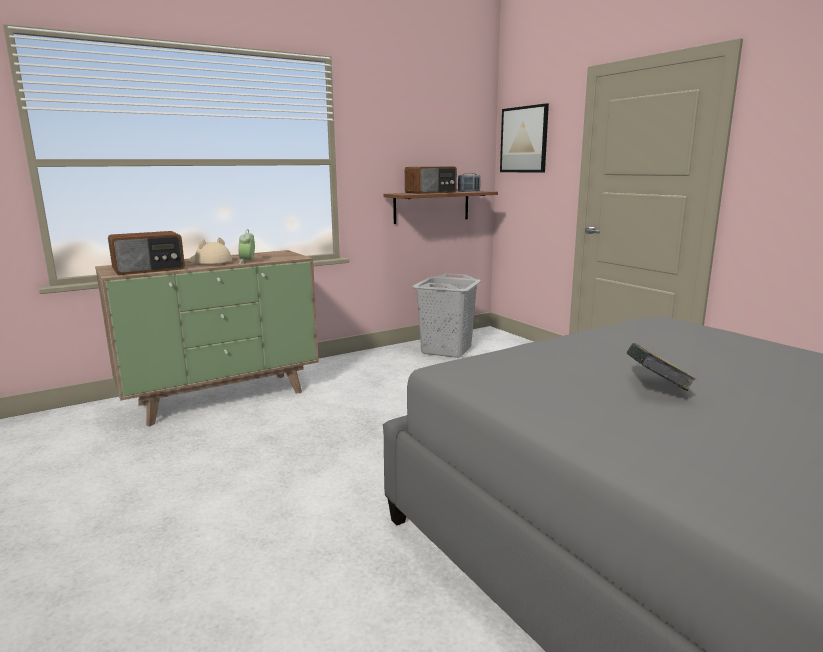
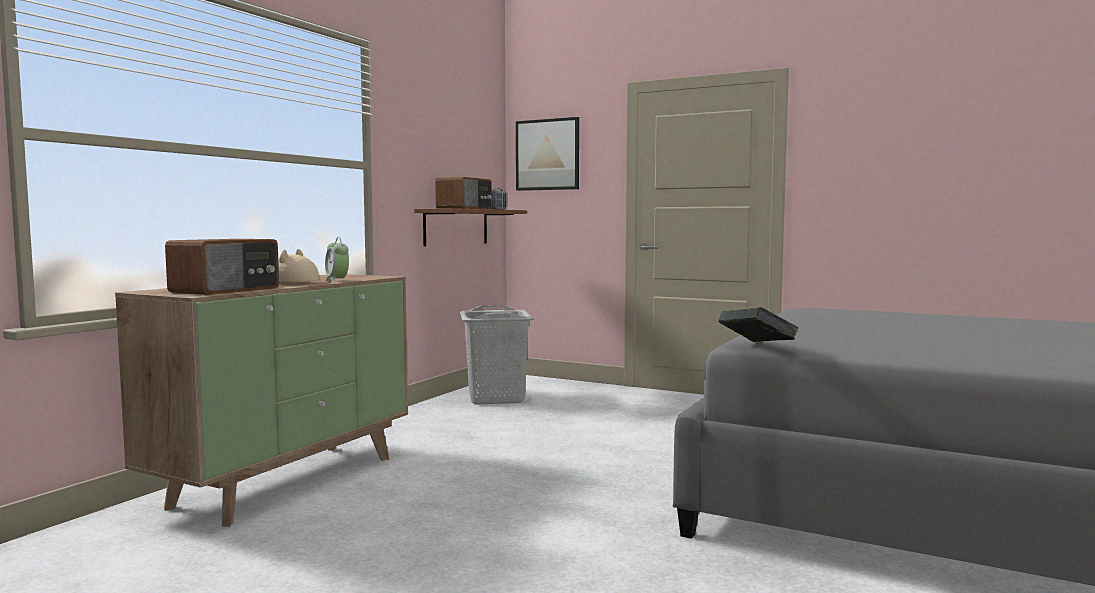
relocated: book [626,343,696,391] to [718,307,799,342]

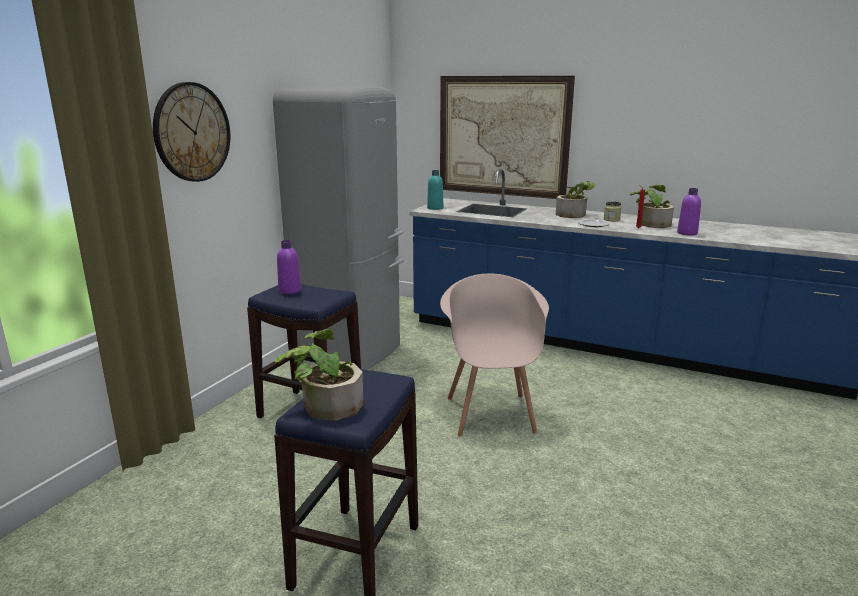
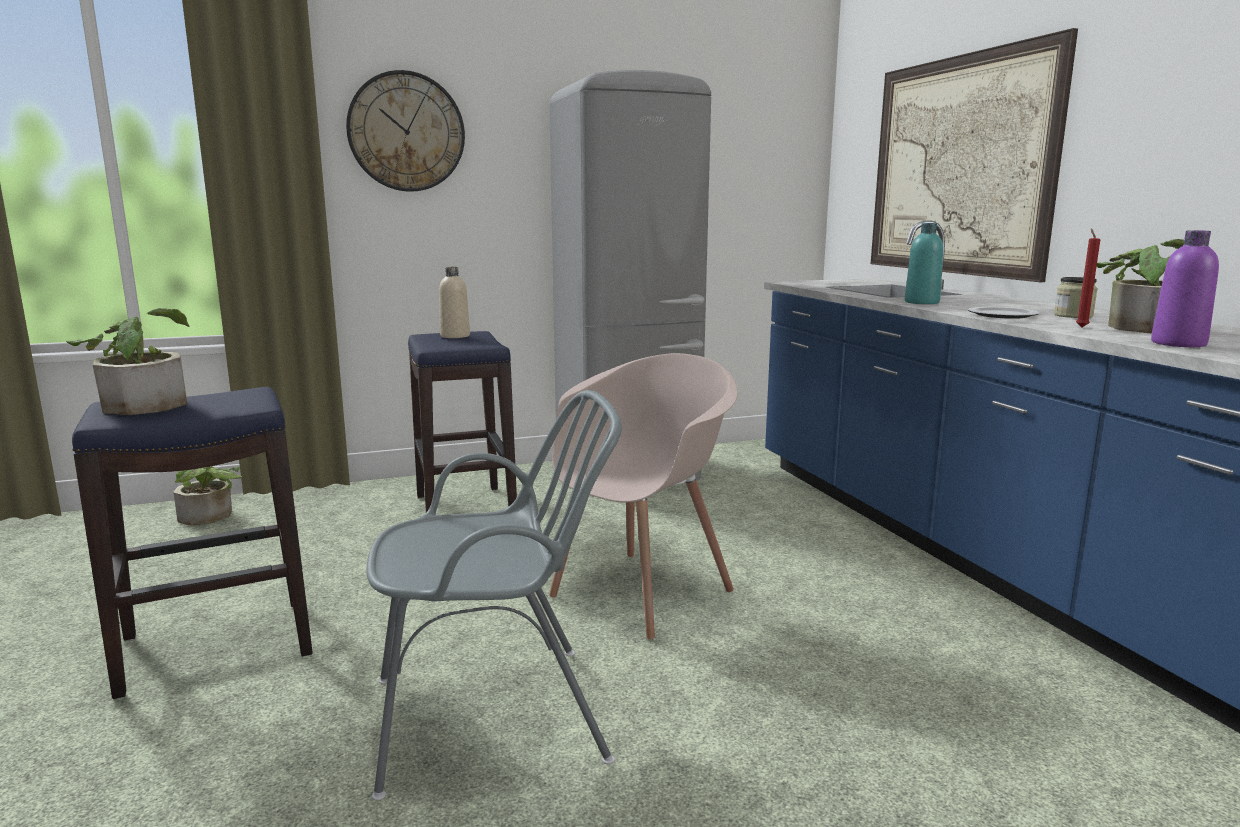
appeared: grey chair [367,390,622,801]
relocated: turquoise bottle [427,170,443,210] to [905,223,943,304]; potted plant [556,181,595,218] to [173,466,243,526]
colour: purple bottle [277,240,301,294] to beige bottle [439,267,470,338]

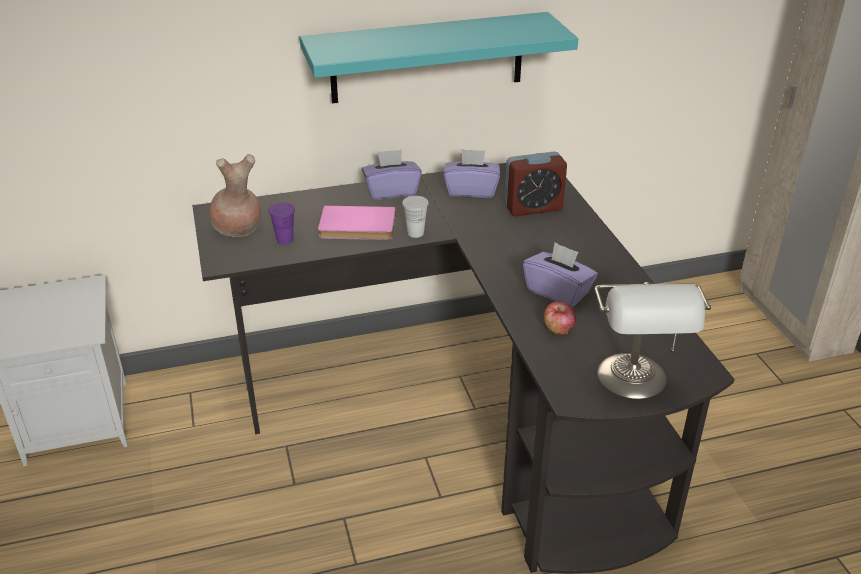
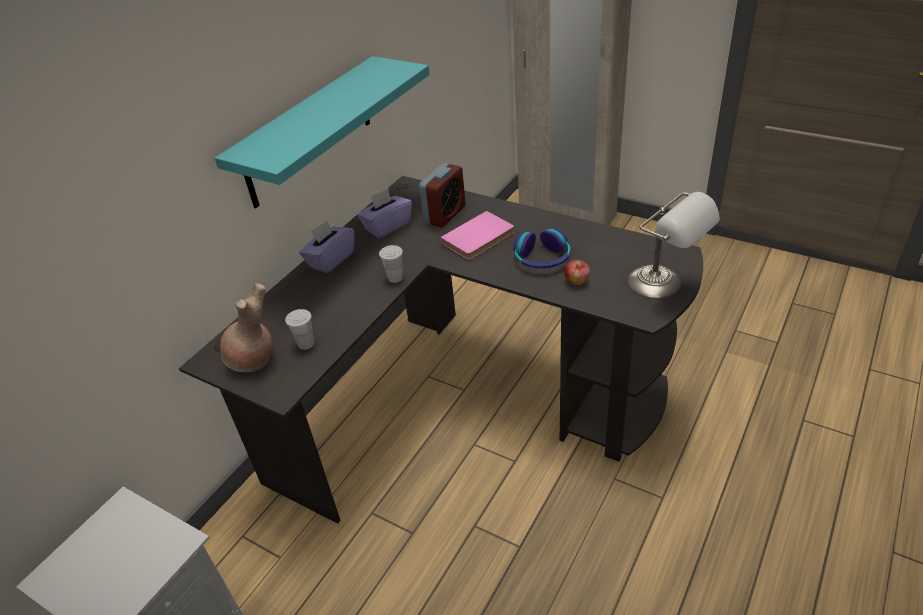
relocated: pink book [318,206,396,240] to [440,211,514,260]
exchanged: purple tissue box [523,242,598,308] to headphones [513,229,571,269]
colour: purple cup [268,202,295,245] to white cup [285,309,314,350]

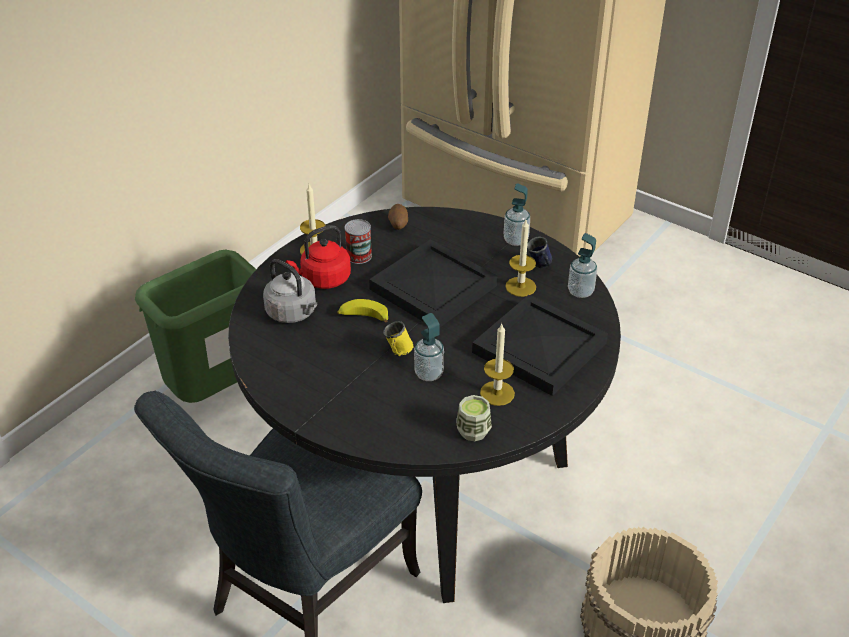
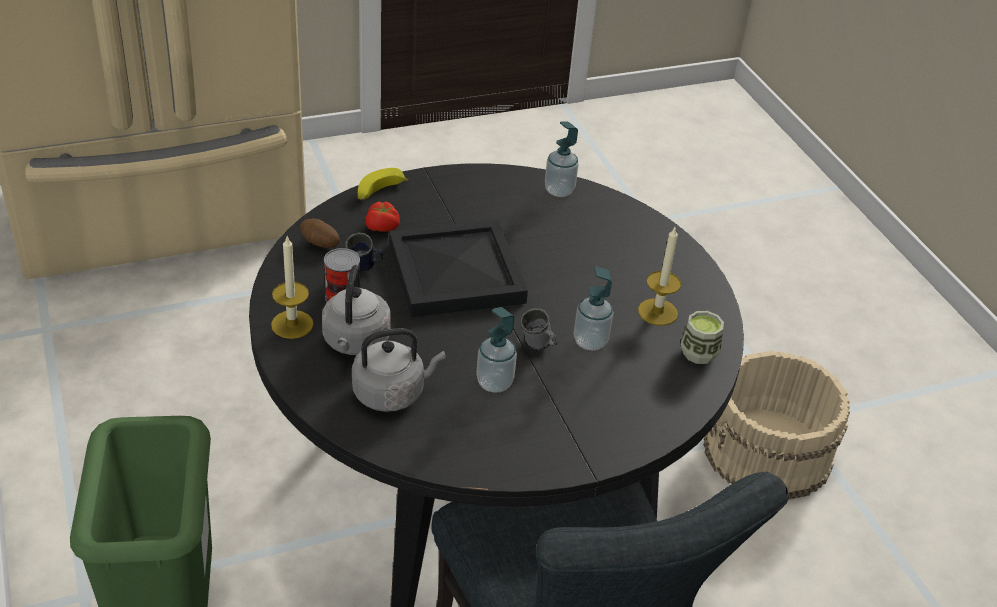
missing: candle [505,220,536,297]; black tray [472,295,608,396]
appeared: tomato [365,202,400,232]
relocated: soap dispenser [504,183,530,246] to [476,307,517,393]; blue mug [527,237,552,268] to [345,233,384,272]; banana [337,299,388,322] to [358,168,409,201]
colour: red kettle [286,225,351,289] to grey kettle [322,265,391,355]; yellow mug [383,321,413,356] to grey mug [520,308,557,350]

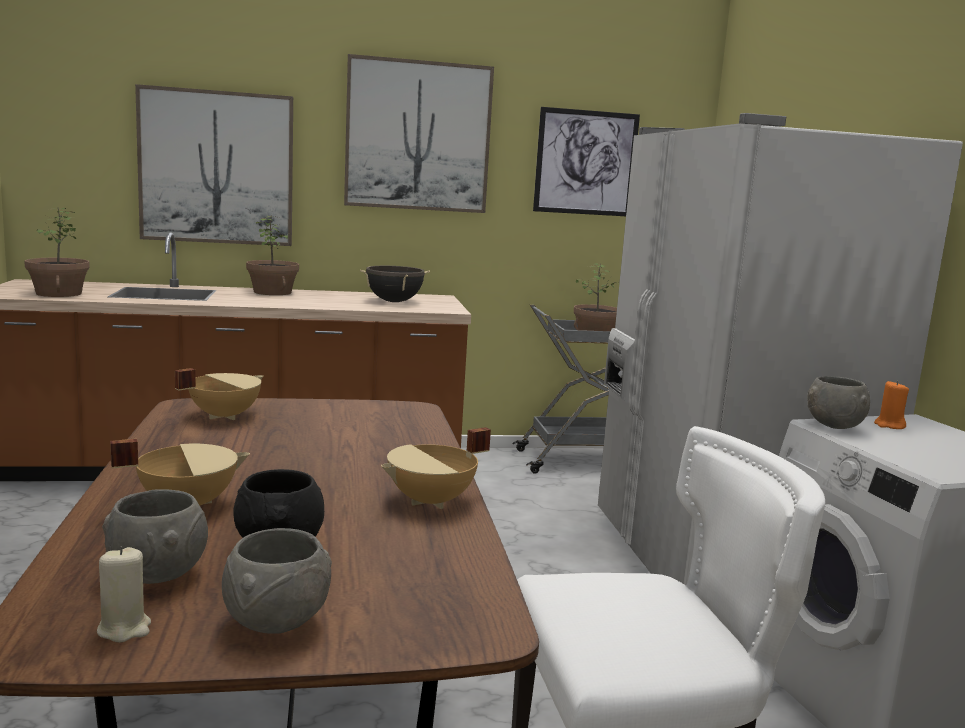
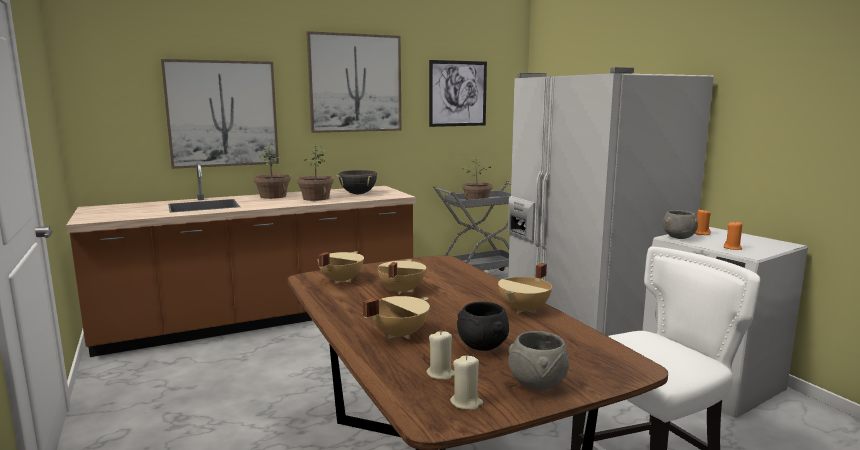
appeared: orange candle [724,221,742,250]; beige cooking pot [378,259,426,295]
relocated: potted plant [24,208,90,297] to [297,145,334,201]
exchanged: grey bowl [102,489,208,584] to beige candle [426,331,455,380]

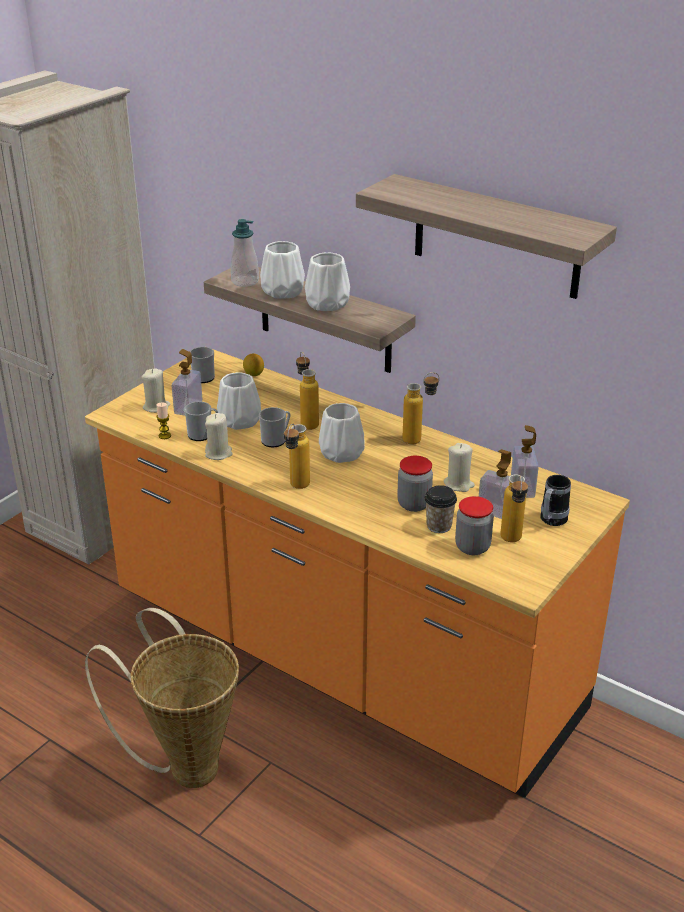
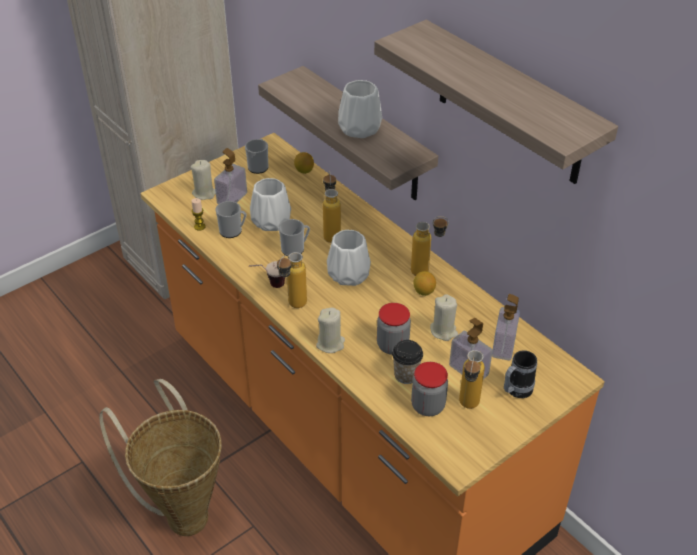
missing: soap dispenser [231,219,259,287]; white vase [260,241,305,298]
appeared: cup [249,261,285,288]; lemon [413,271,436,296]
relocated: beige candle [205,413,233,460] to [316,308,345,353]

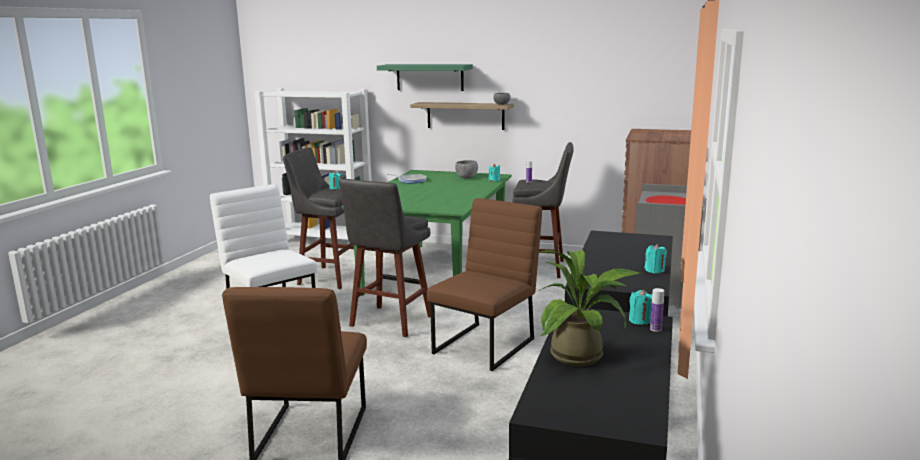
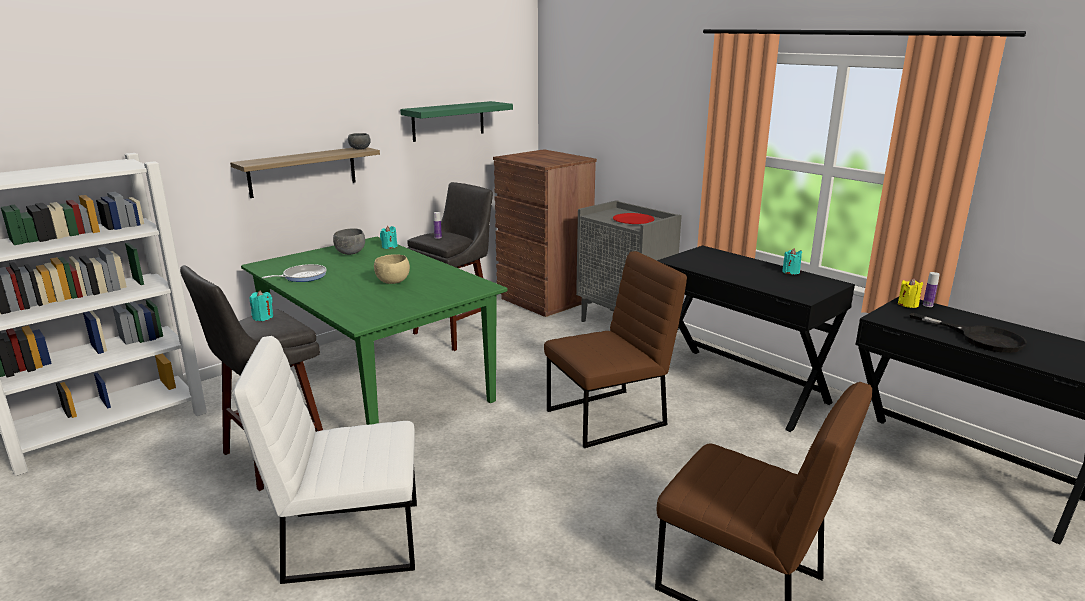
missing: grey stool [339,178,431,337]
appeared: beige bowl [374,254,410,284]
relocated: green shelf [377,64,473,91] to [400,101,513,142]
exchanged: potted plant [536,250,641,366] to black frying pan [910,313,1027,353]
colour: turquoise candle [629,290,652,325] to yellow candle [898,278,923,308]
spun: brown chair [427,198,542,371] = [544,251,687,448] 90 degrees clockwise

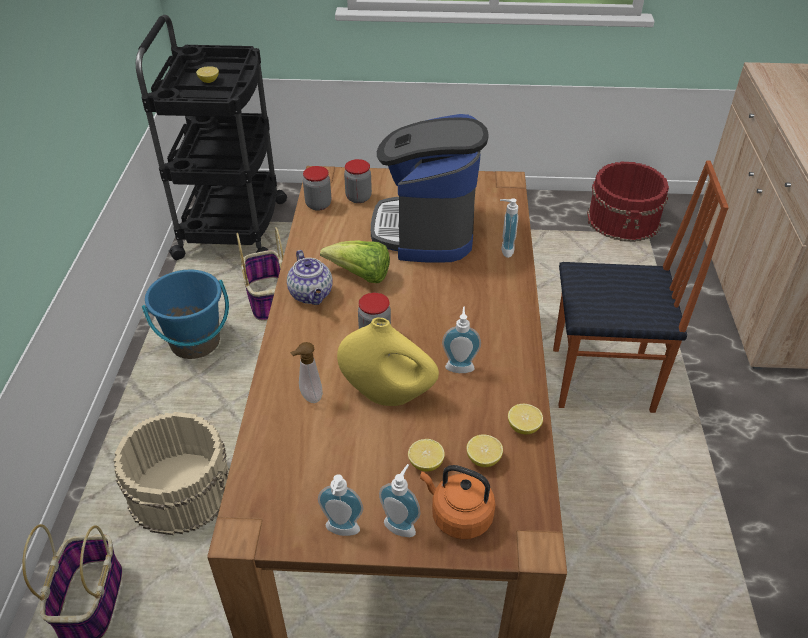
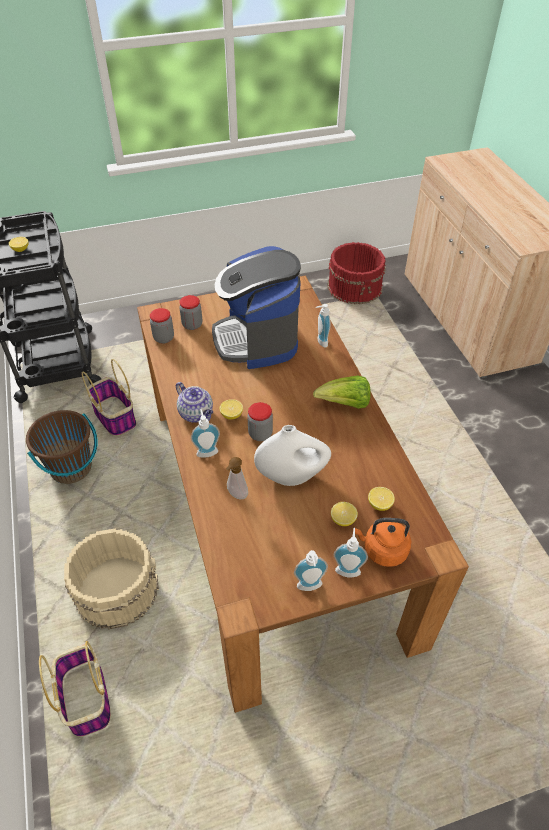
missing: chair [553,160,729,413]
relocated: lettuce [320,240,390,283] to [313,376,371,409]; soap dispenser [442,306,481,373] to [191,409,220,458]; lemon [508,404,543,434] to [220,399,243,419]
colour: blue bucket [142,269,229,359] to brown bucket [26,410,98,484]; yellow vase [337,318,439,406] to white vase [254,425,331,486]

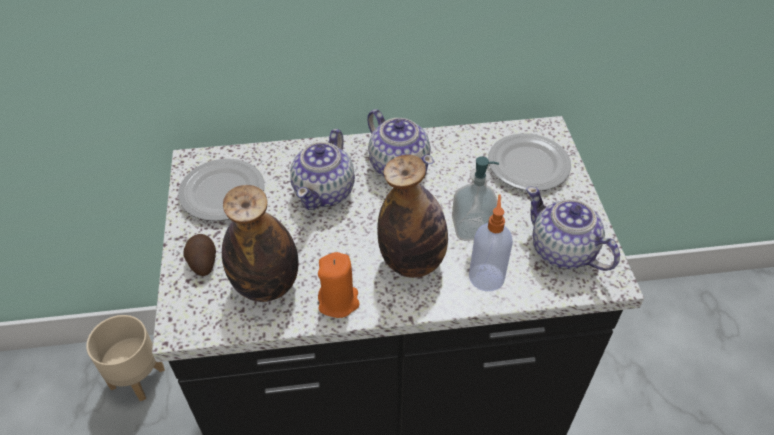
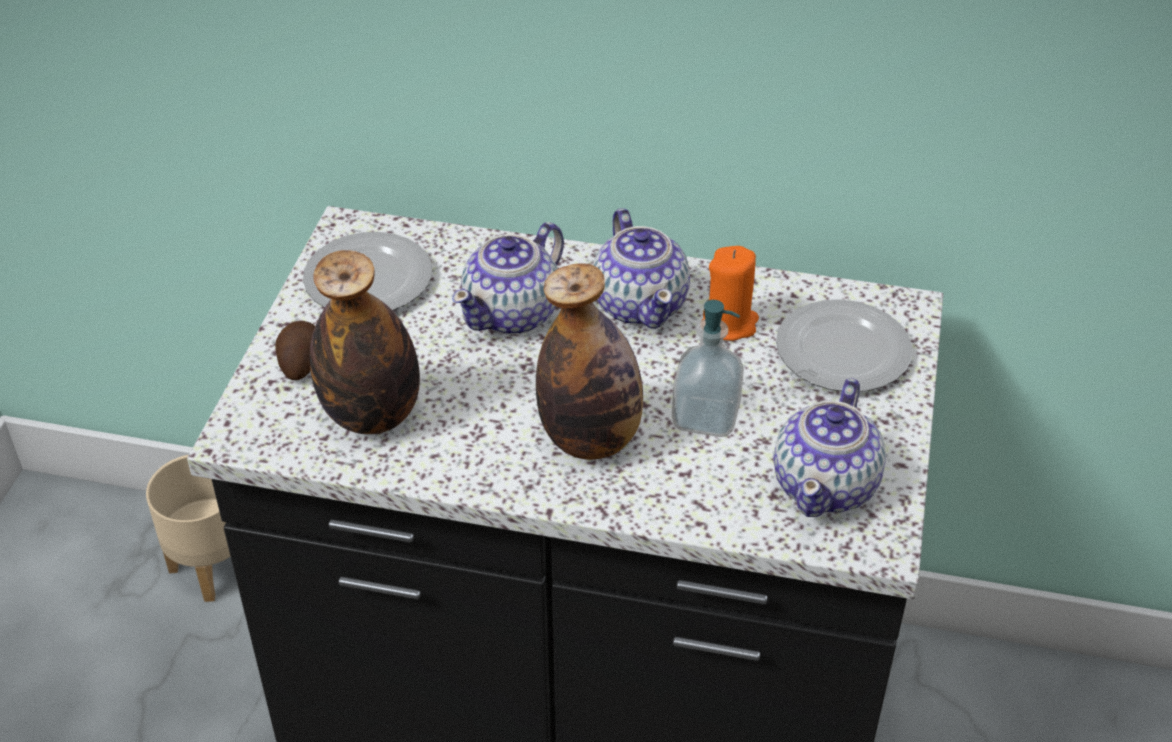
missing: soap dispenser [469,195,513,291]
relocated: orange candle [318,252,360,318] to [701,246,759,341]
spun: teapot [526,187,620,271] = [773,378,886,517] 135 degrees counterclockwise

